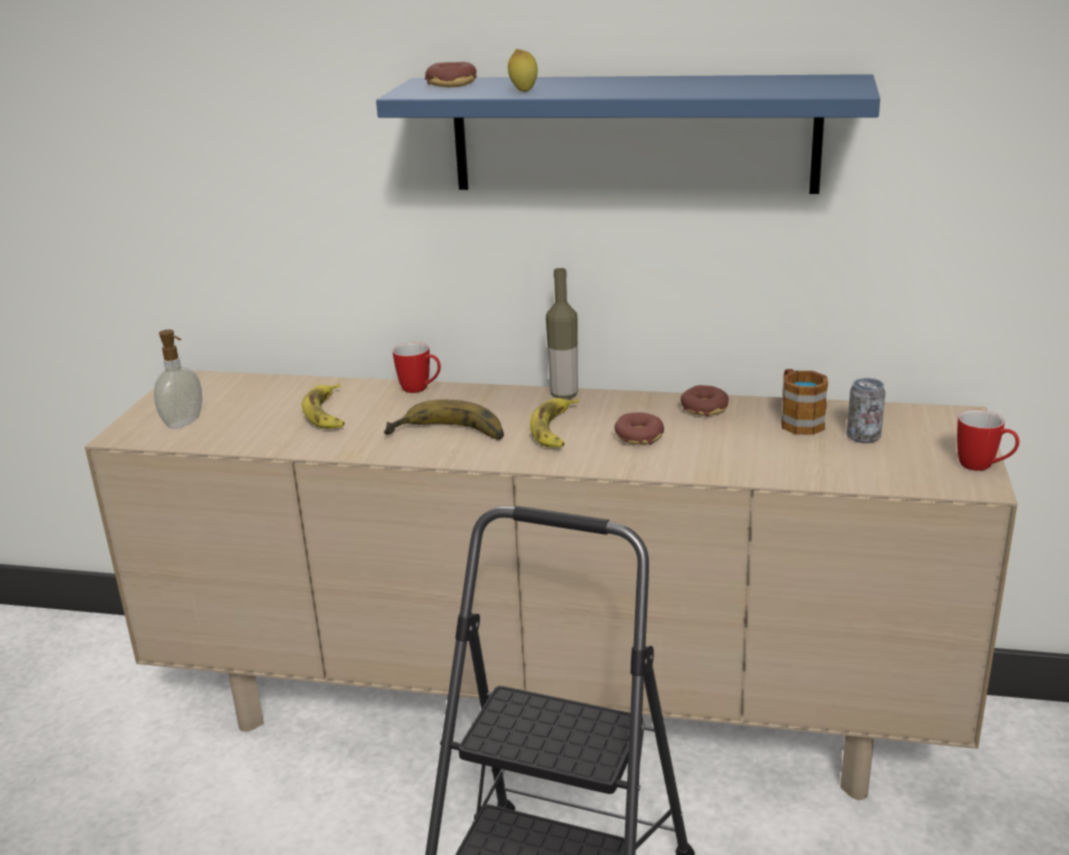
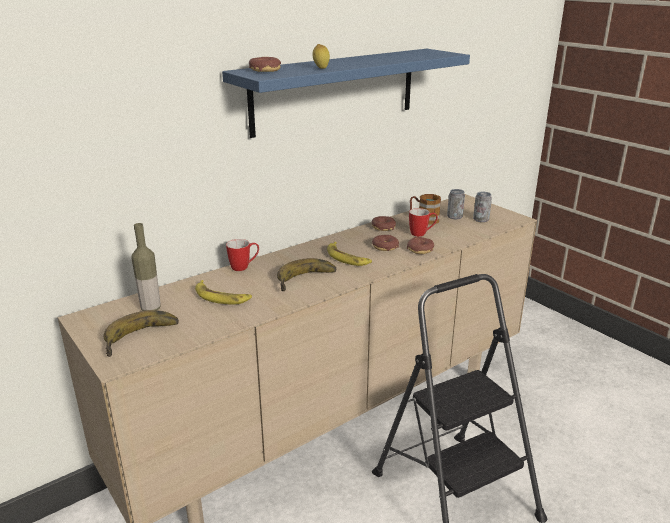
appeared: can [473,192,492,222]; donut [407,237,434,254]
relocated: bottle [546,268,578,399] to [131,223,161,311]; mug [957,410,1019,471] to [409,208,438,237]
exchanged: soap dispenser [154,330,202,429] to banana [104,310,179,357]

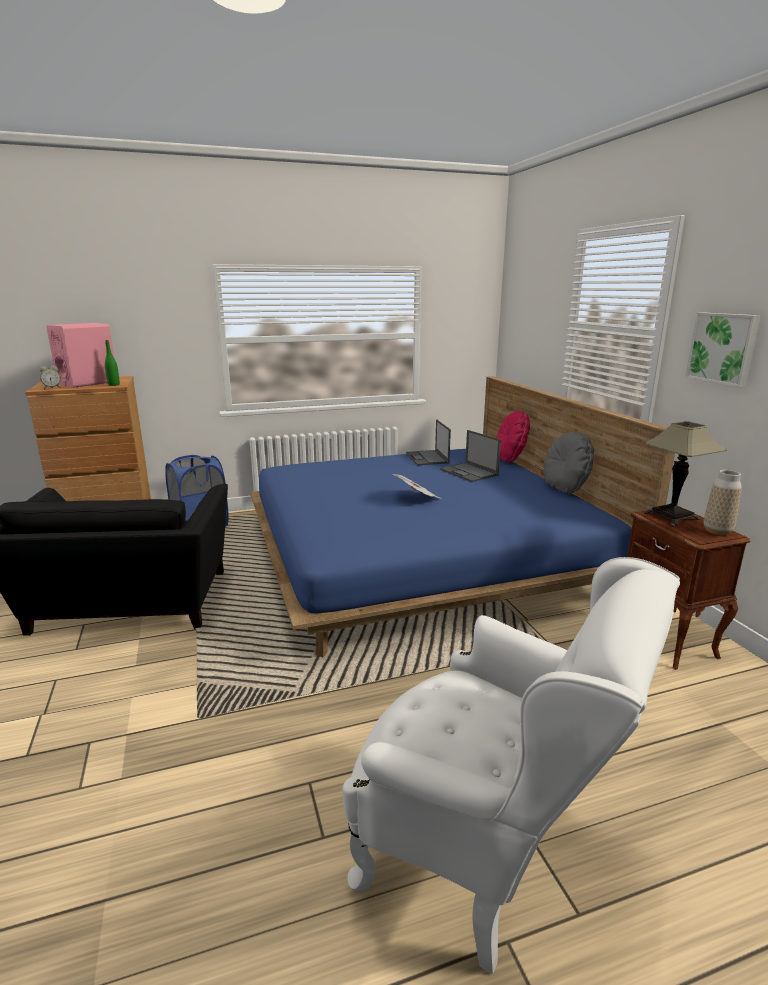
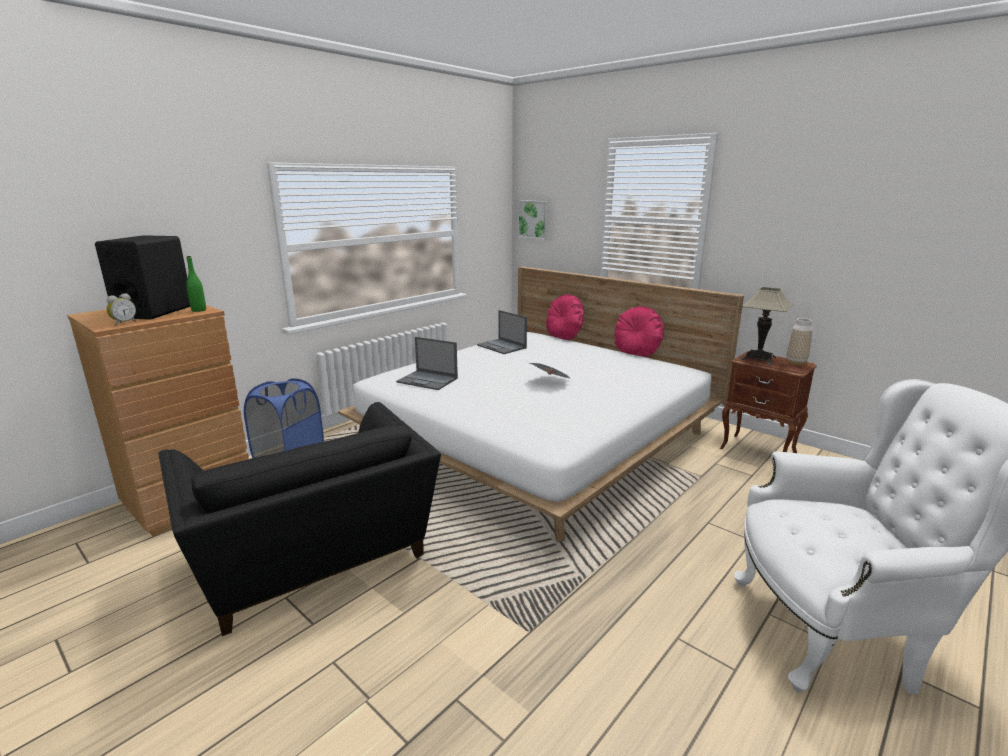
relocated: picture [685,312,760,387] to [517,200,549,240]; laptop [440,430,501,482] to [396,337,458,390]
colour: pink speaker [46,323,115,388] to black speaker [95,235,190,320]; blue bed [250,376,675,657] to white bed [338,266,744,541]; grey pillow [543,432,594,494] to pink pillow [614,306,664,357]

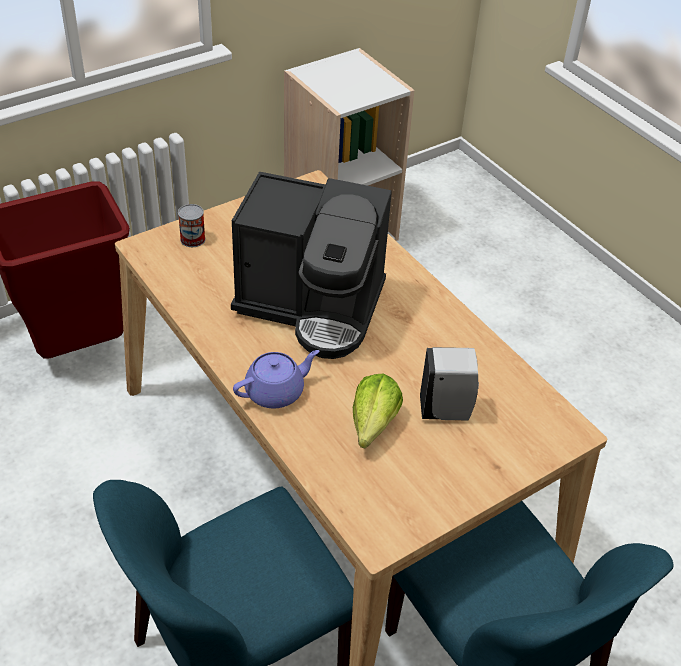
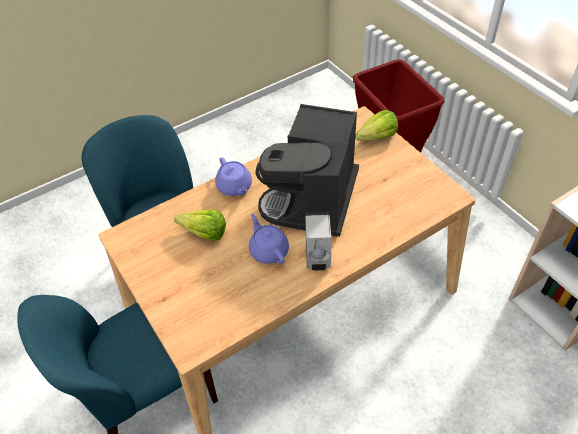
appeared: purple teapot [249,214,289,264]
relocated: white soap dispenser [420,347,479,420] to [305,212,332,270]
exchanged: can [178,204,205,247] to lettuce [355,110,398,141]

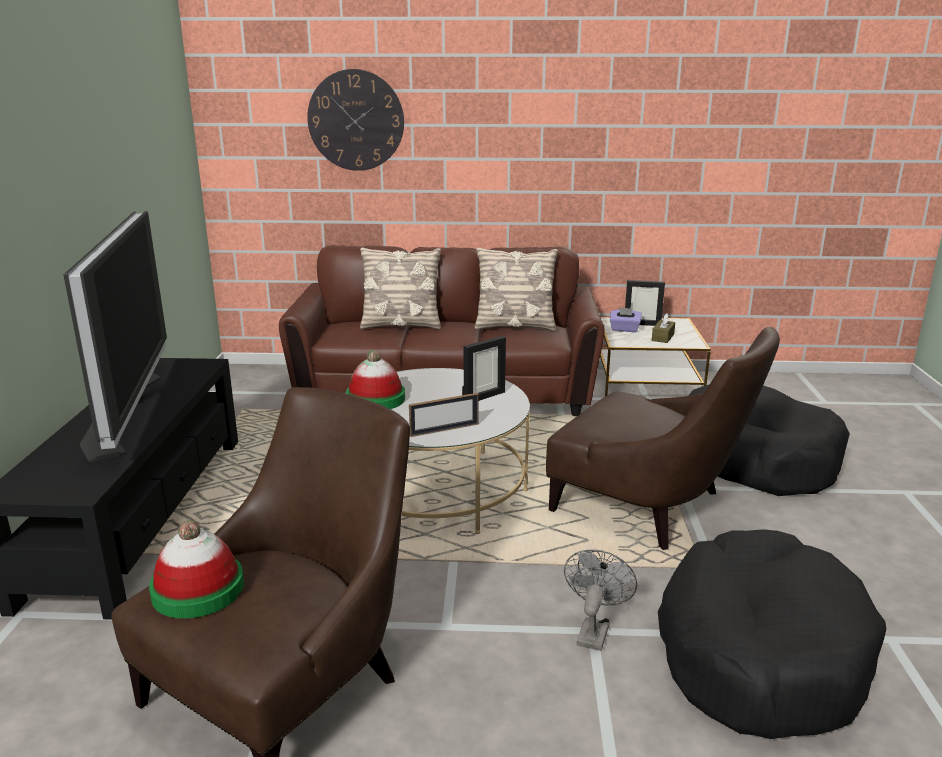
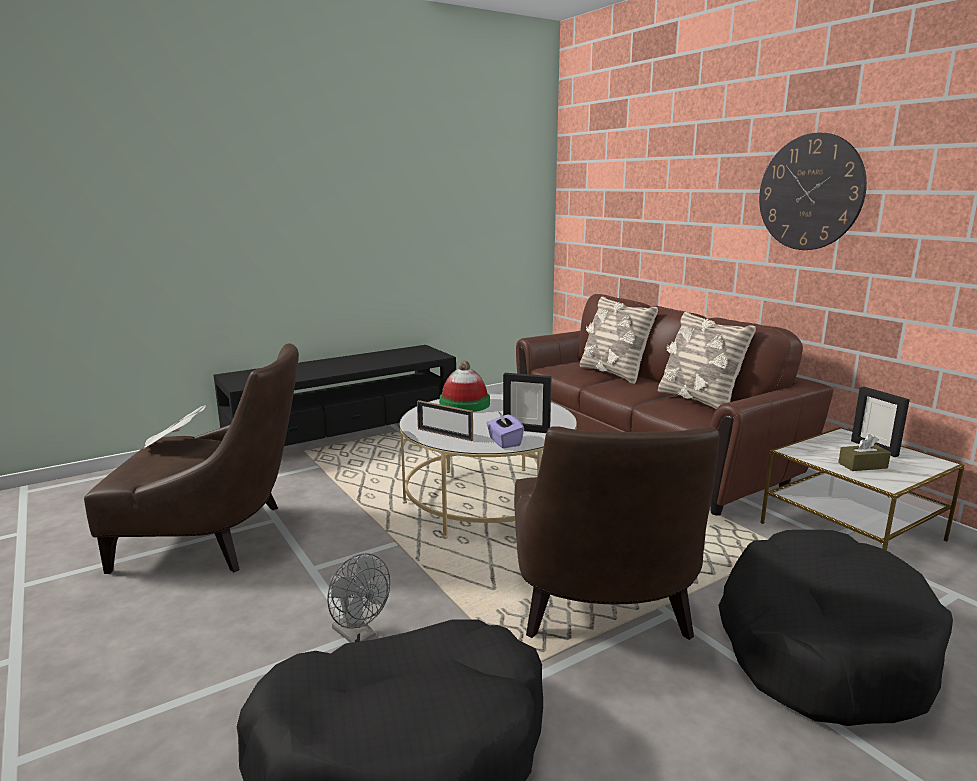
missing: television [64,211,167,462]
relocated: wall clock [307,69,404,171] to [759,132,867,250]; purple tissue box [610,307,642,332] to [486,412,524,448]
exchanged: hat [149,520,244,619] to newspaper [143,405,206,449]
spun: grey fan [564,549,637,651] = [327,553,390,643] 60 degrees clockwise

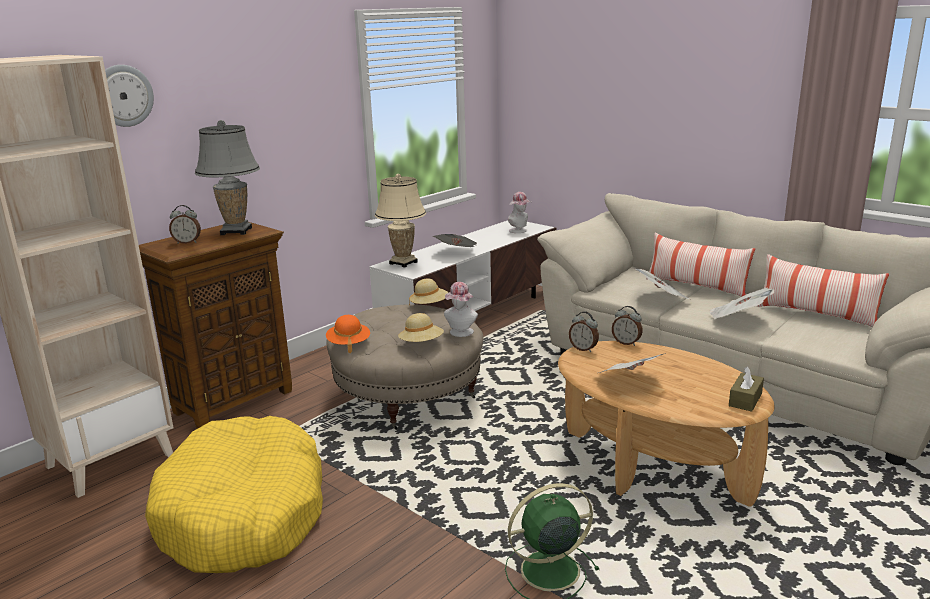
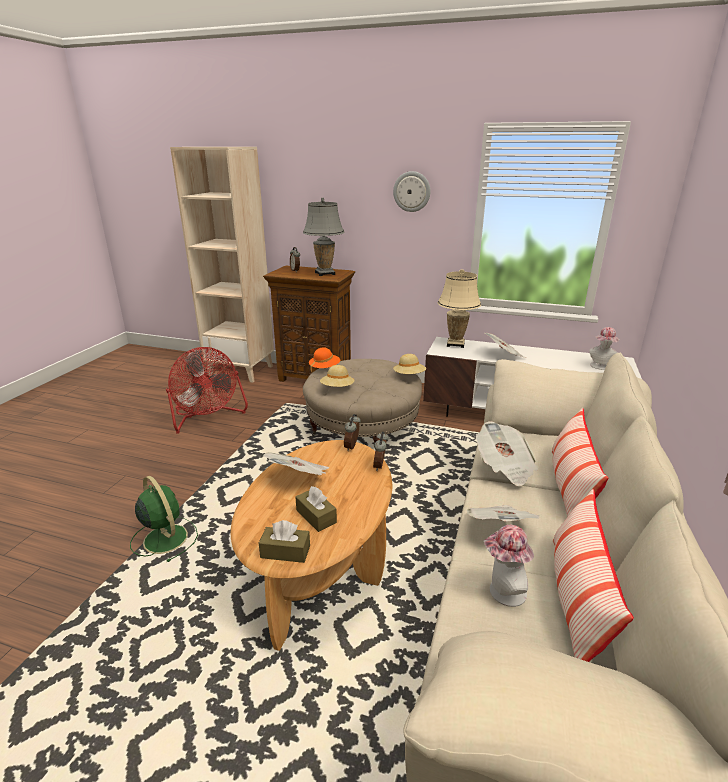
appeared: brown tissue box [295,486,337,532]
relocated: wall clock [105,65,154,127] to [393,171,431,212]; hat [444,282,478,337] to [484,525,534,607]
exchanged: yellow dog bed [145,416,323,573] to red fan [166,347,248,434]

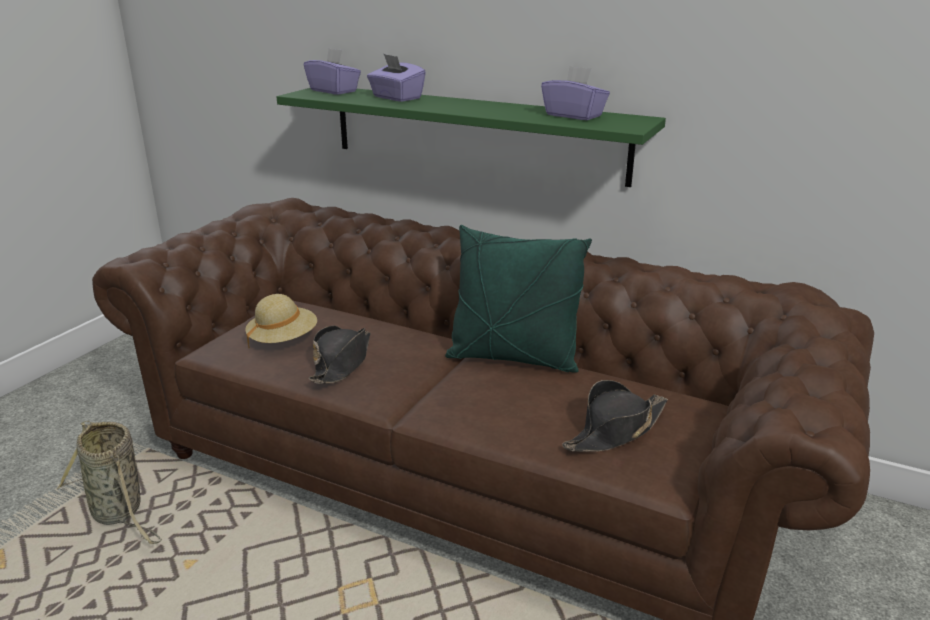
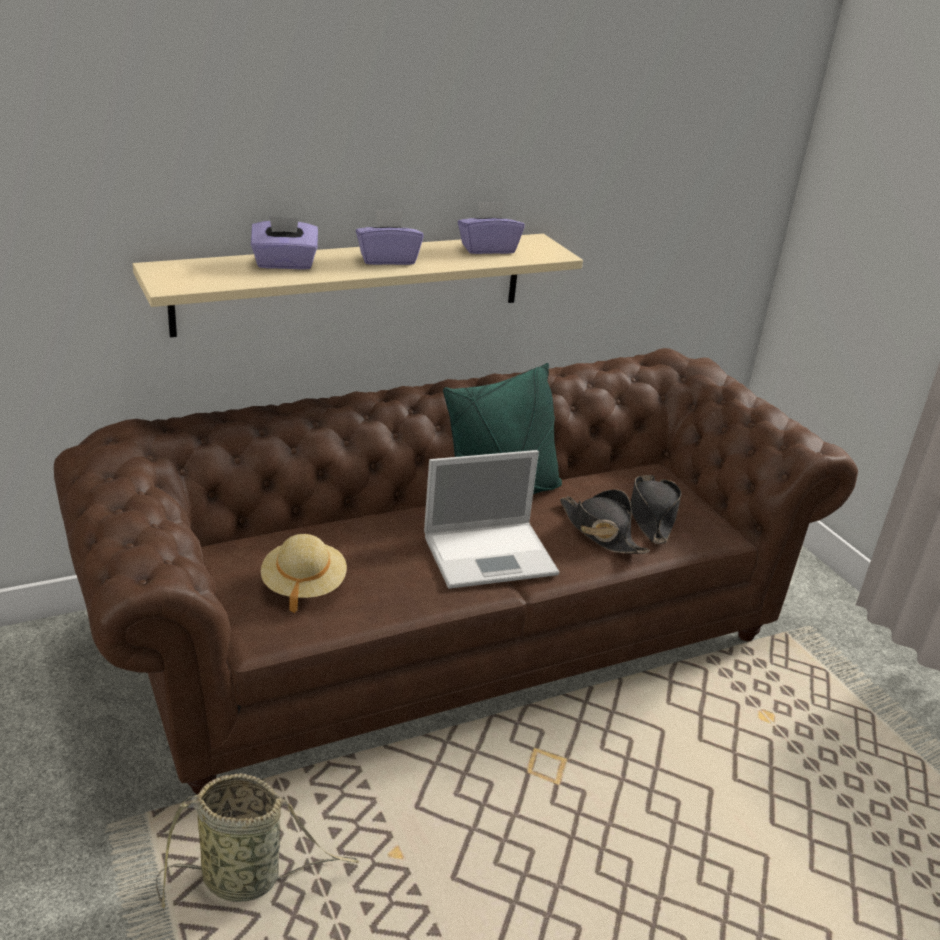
appeared: laptop [424,450,559,589]
relocated: purple tissue box [304,48,361,95] to [356,209,424,265]; black hat [308,326,370,384] to [560,490,650,554]
colour: green shelf [277,88,666,187] to beige shelf [133,234,583,337]

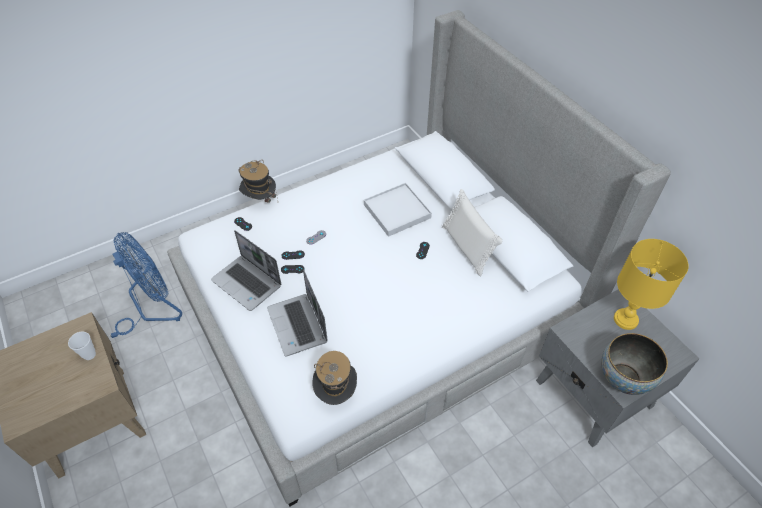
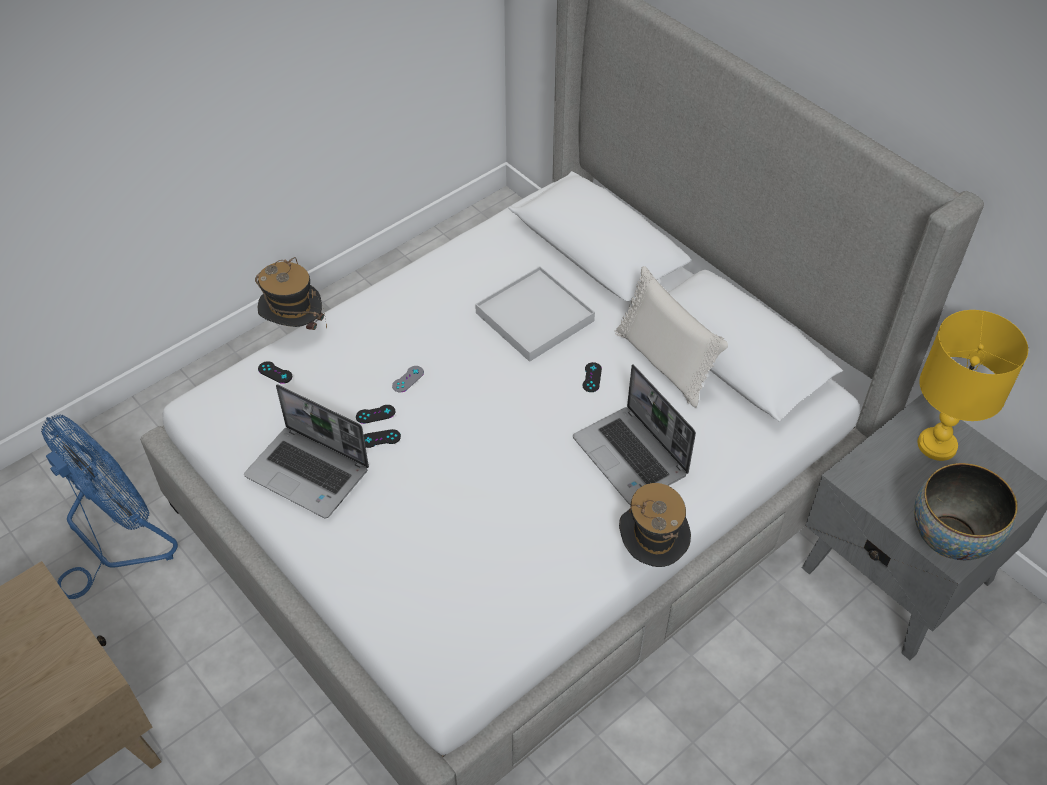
missing: cup [68,332,96,360]
relocated: laptop [267,269,328,356] to [573,364,696,505]; hat [312,351,357,405] to [619,483,691,567]

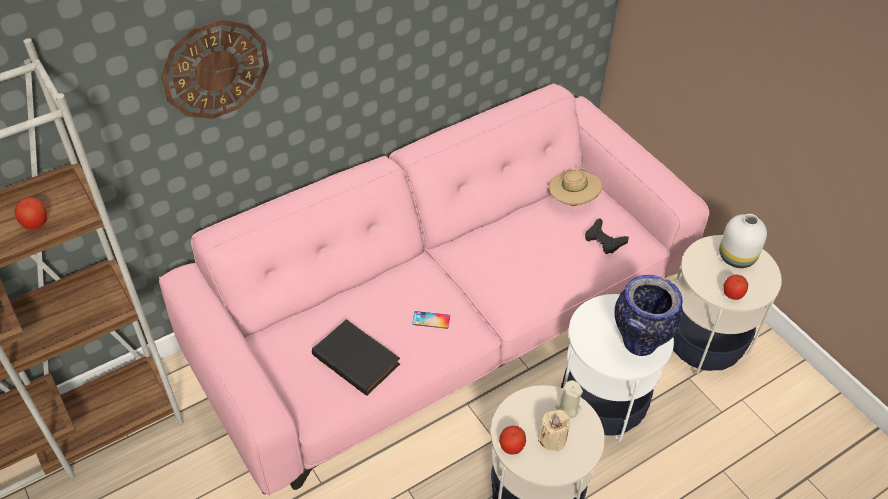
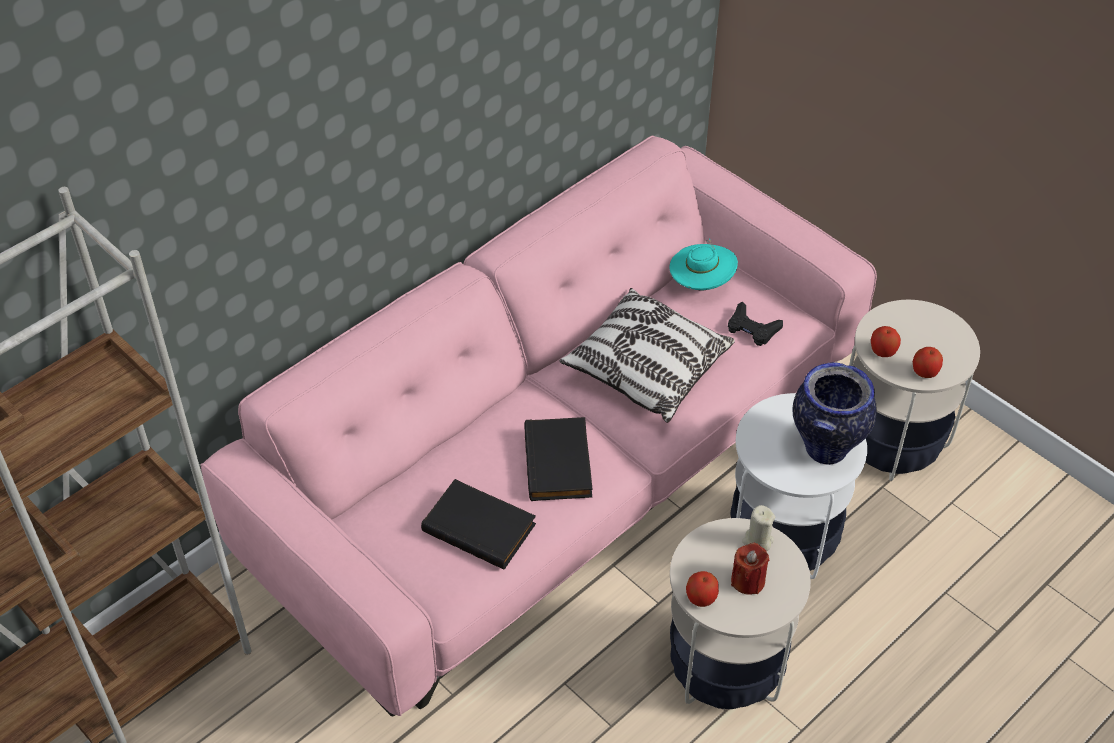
missing: wall clock [161,19,269,119]; white vase [719,214,767,268]
appeared: pillow [560,288,735,423]
relocated: apple [14,197,47,230] to [871,326,901,357]
exchanged: phone [412,311,450,329] to black book [524,417,592,501]
colour: beige hat [549,167,602,206] to turquoise hat [669,238,738,291]; beige candle [538,410,570,452] to red candle [731,543,769,595]

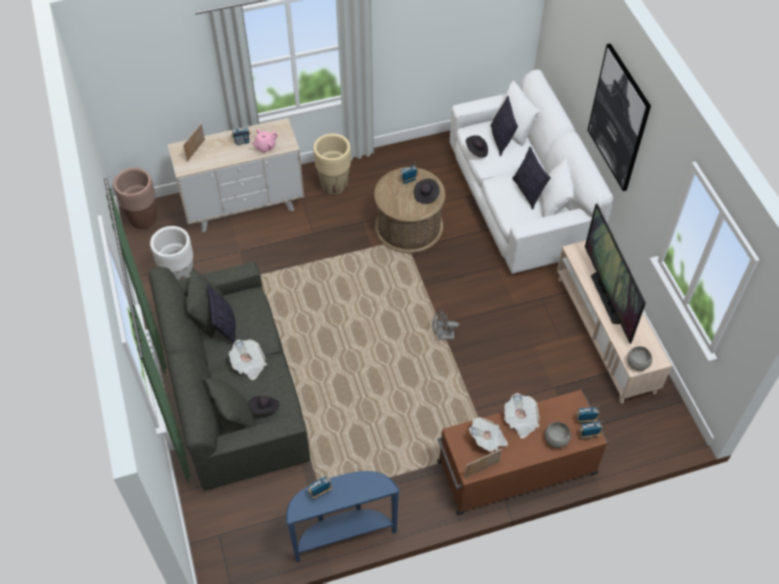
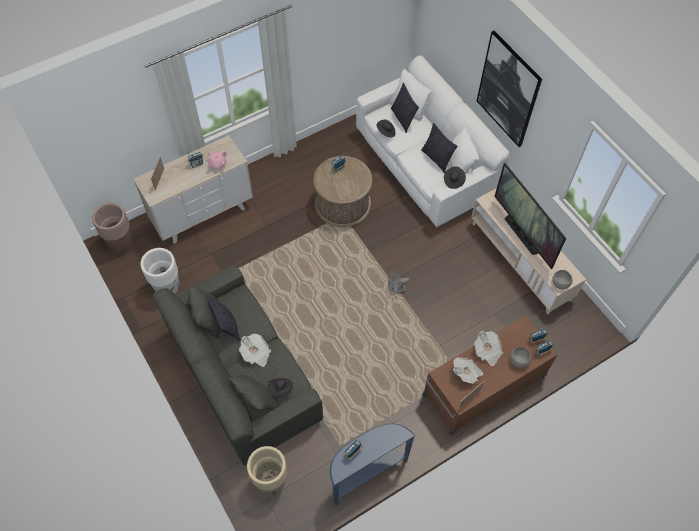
relocated: beige planter [314,133,351,195] to [247,446,287,495]; black hat [414,179,440,204] to [444,166,466,189]

